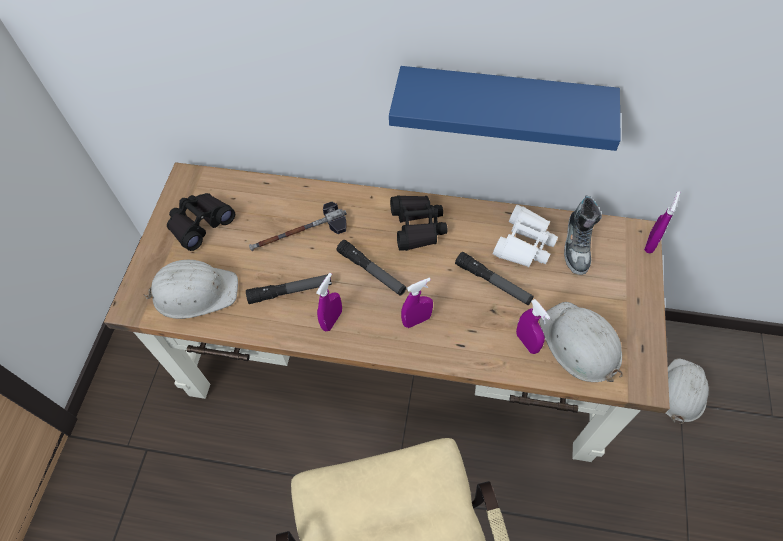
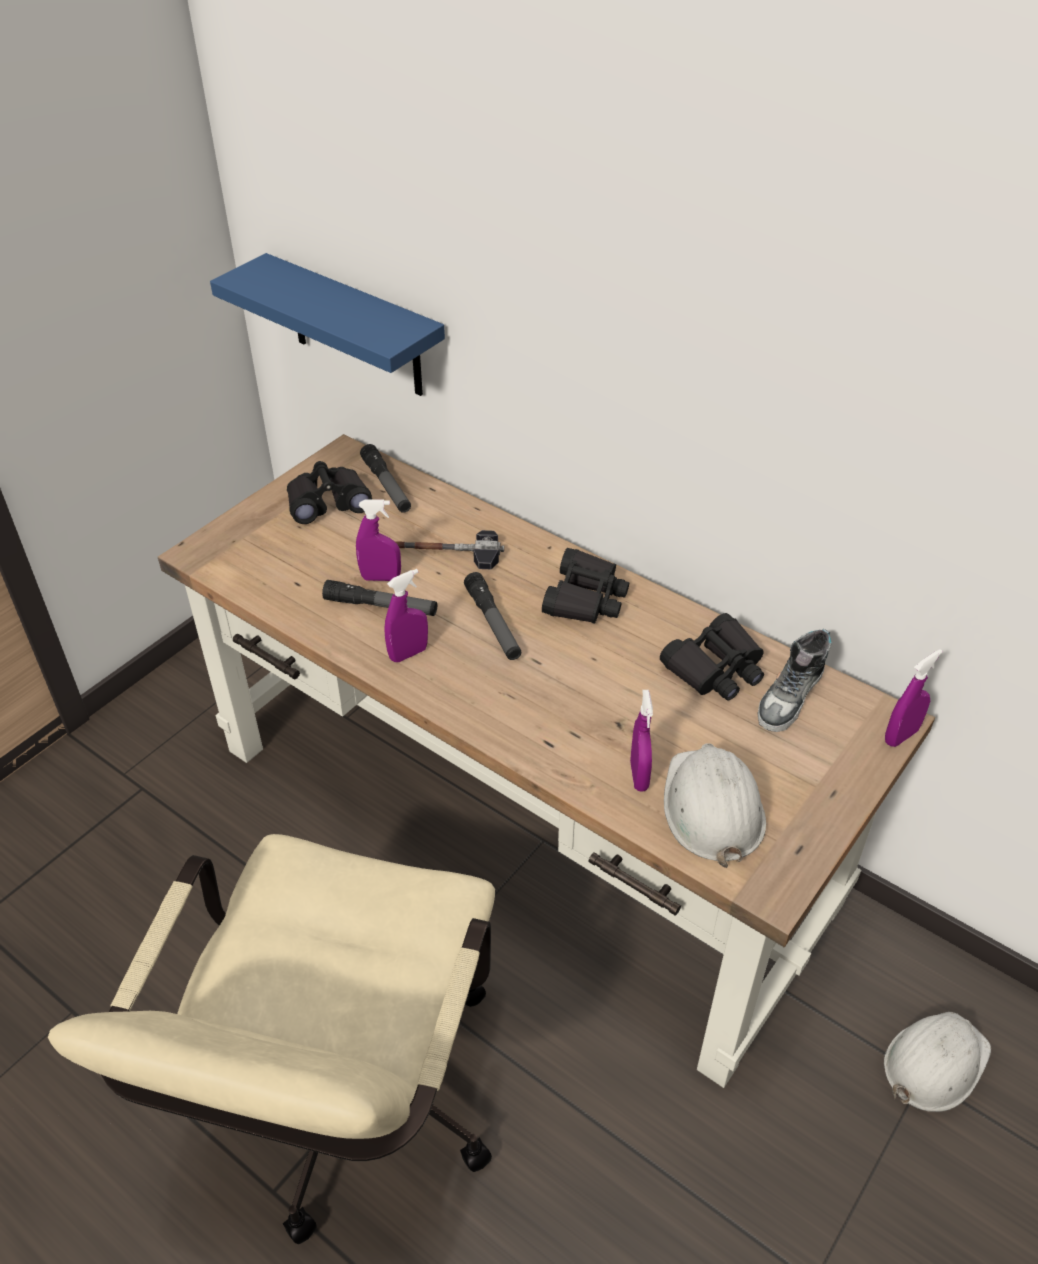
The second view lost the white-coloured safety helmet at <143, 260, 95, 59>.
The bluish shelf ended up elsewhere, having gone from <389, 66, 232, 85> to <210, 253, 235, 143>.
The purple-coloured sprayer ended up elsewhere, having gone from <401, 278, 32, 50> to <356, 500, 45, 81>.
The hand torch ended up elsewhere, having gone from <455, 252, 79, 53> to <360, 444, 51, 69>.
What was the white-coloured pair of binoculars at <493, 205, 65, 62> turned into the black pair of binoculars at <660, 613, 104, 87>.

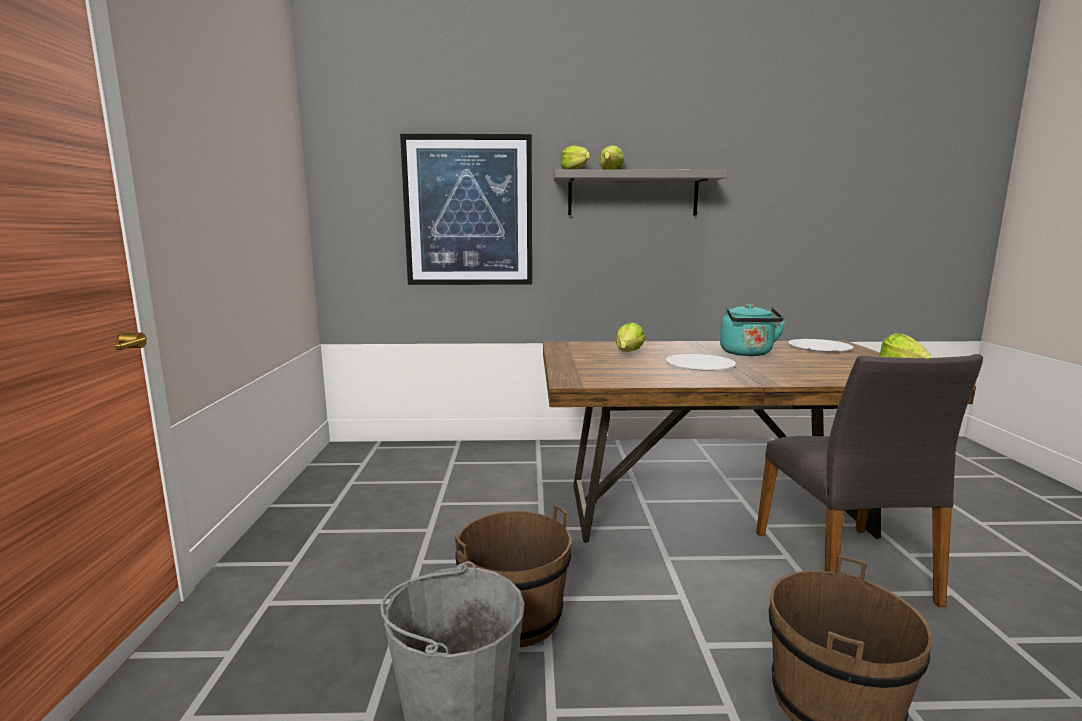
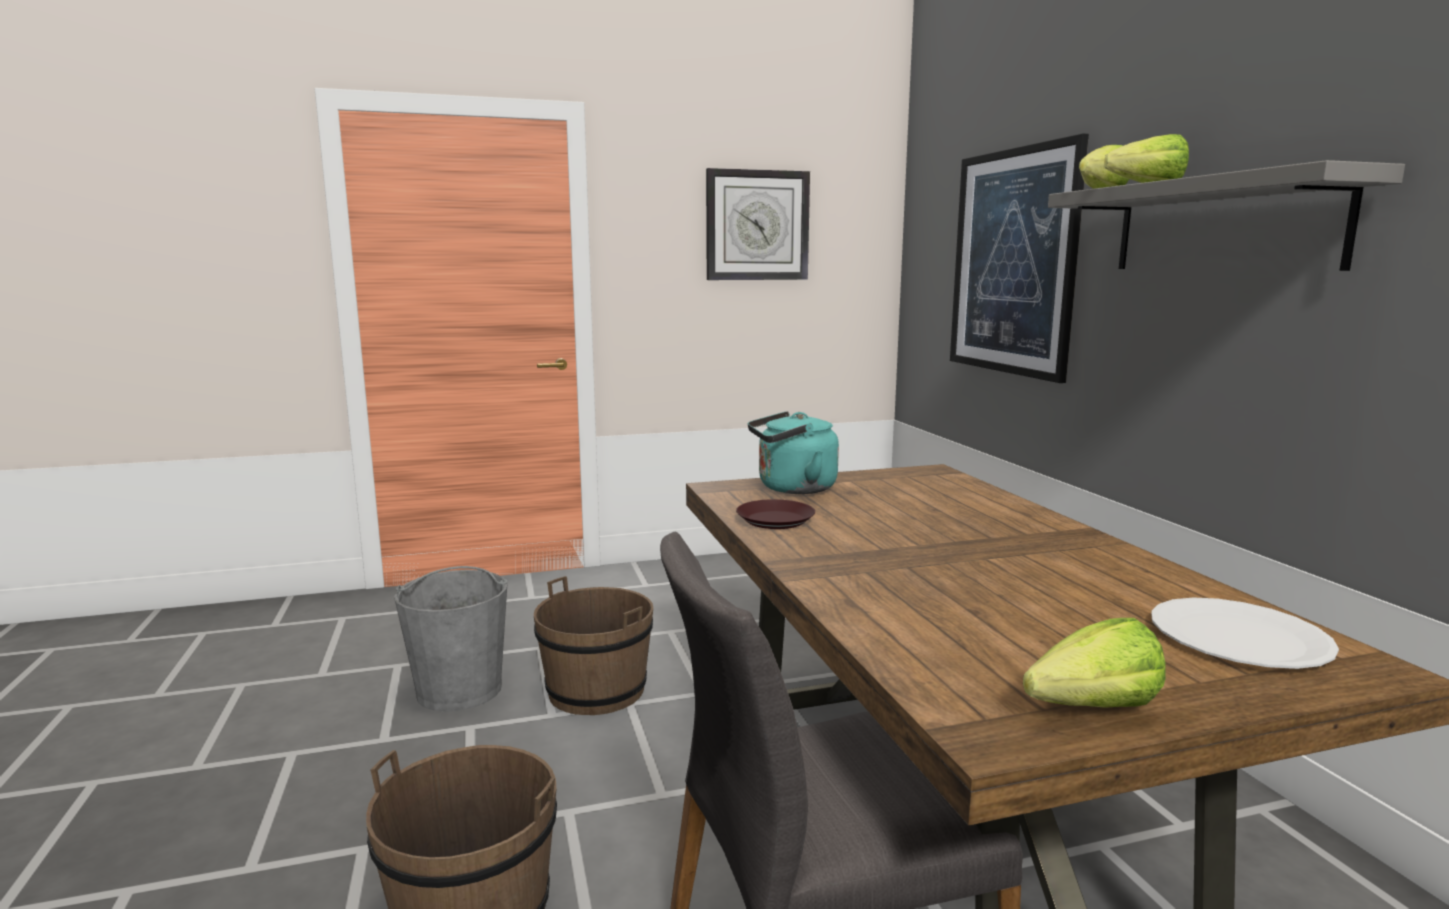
The second view lost the head of lettuce at <616, 322, 29, 30>.
The second view lost the white-coloured flat dish at <666, 354, 70, 17>.
The turquoise-coloured kettle ended up elsewhere, having gone from <720, 304, 65, 52> to <748, 411, 91, 83>.
The second view gained the clock on the wall at <706, 168, 104, 112>.
The second view gained the brownish flat dish at <736, 499, 79, 30>.

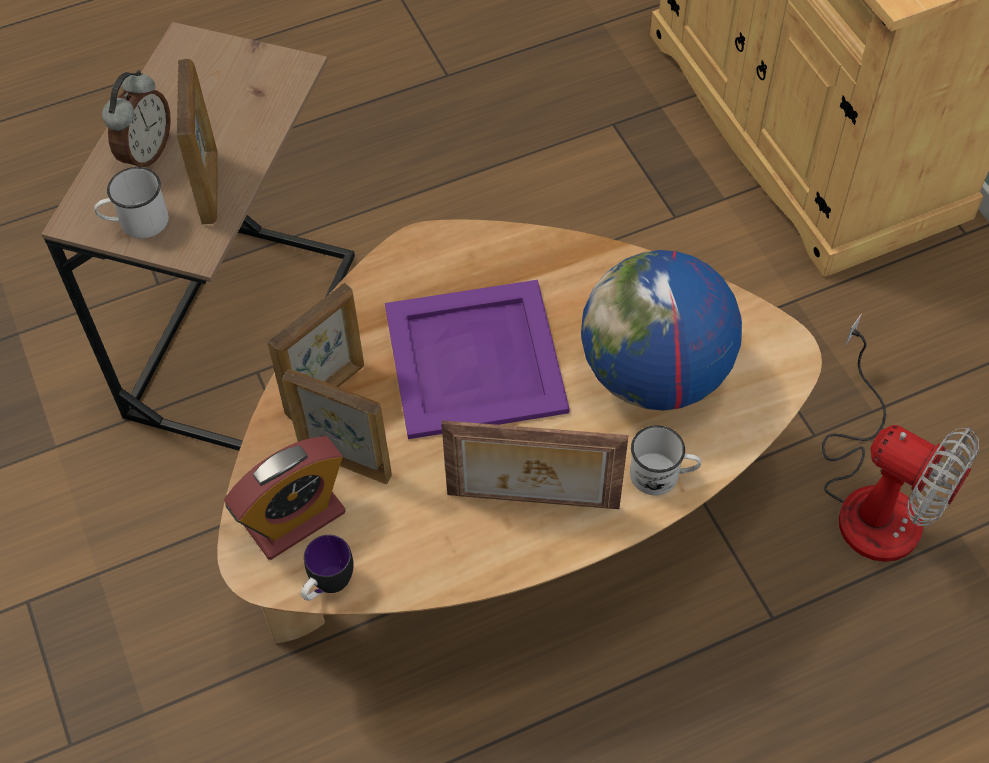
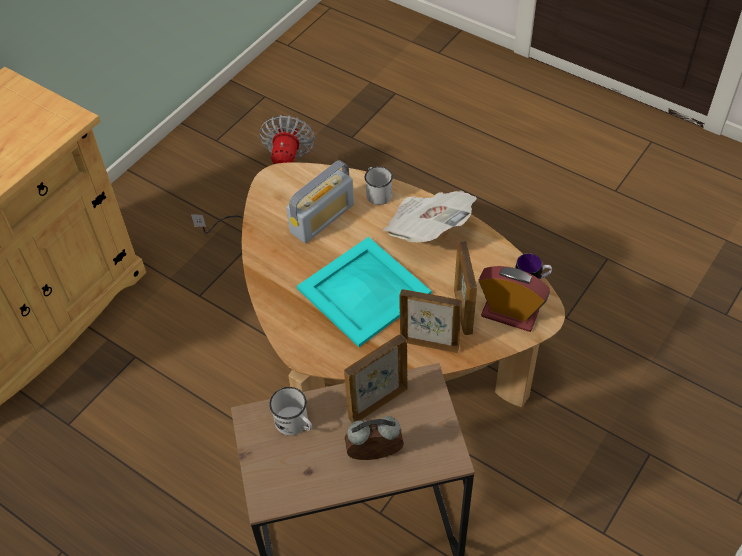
The white-coloured tea mug ended up elsewhere, having gone from <94, 167, 75, 72> to <269, 387, 44, 48>.
What was the purple-coloured serving tray at <385, 280, 185, 159> turned into the turquoise-coloured serving tray at <297, 237, 134, 110>.
Where the photo frame stood at <441, 420, 187, 89>, the daily paper came to stand at <382, 191, 95, 52>.
Where the world globe stood at <581, 250, 161, 161>, the radio came to stand at <286, 160, 68, 83>.

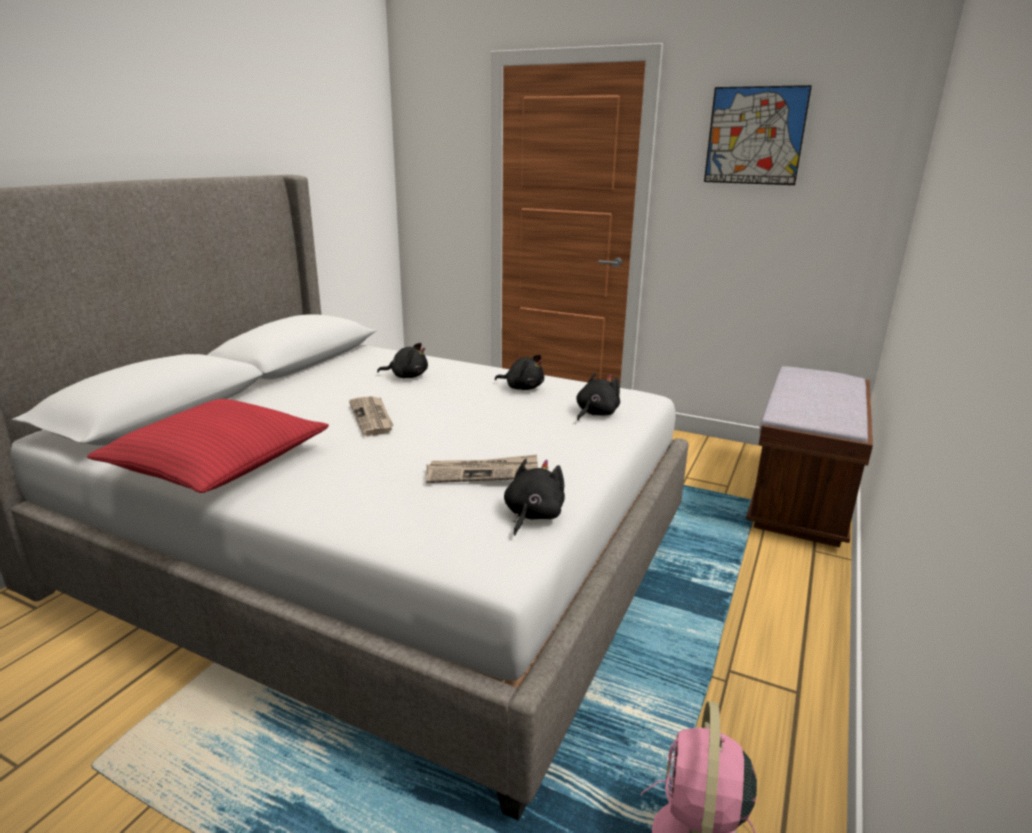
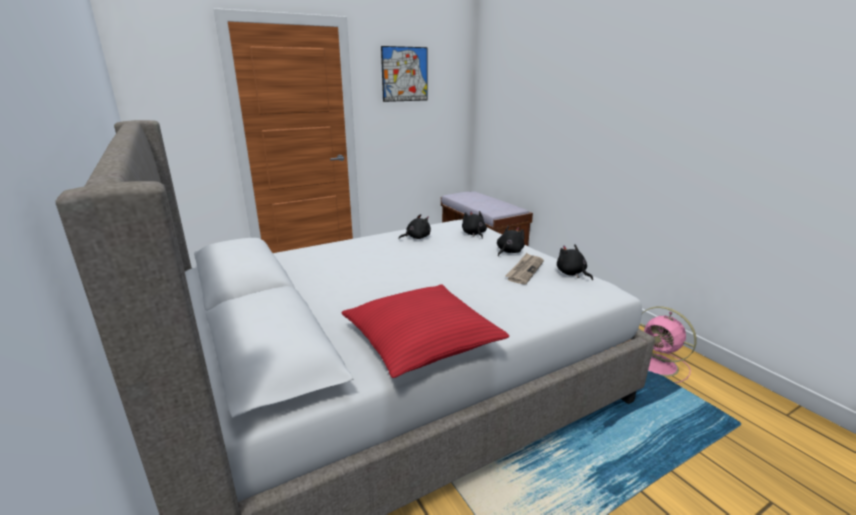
The second view lost the daily paper at <349, 396, 44, 40>.
The black plush toy ended up elsewhere, having gone from <377, 343, 51, 35> to <497, 226, 28, 30>.

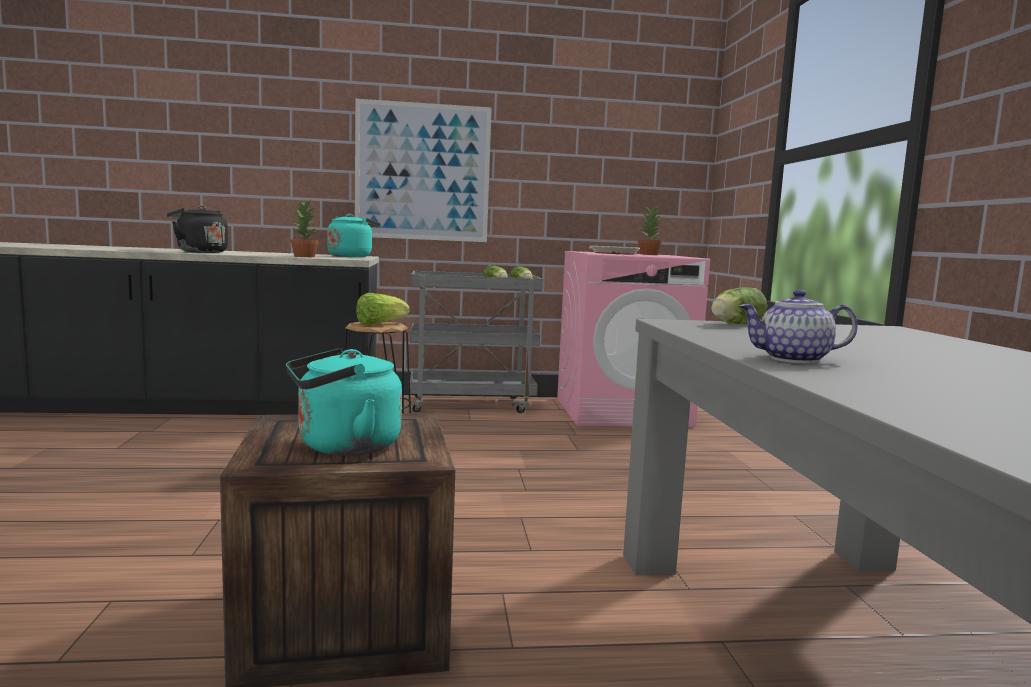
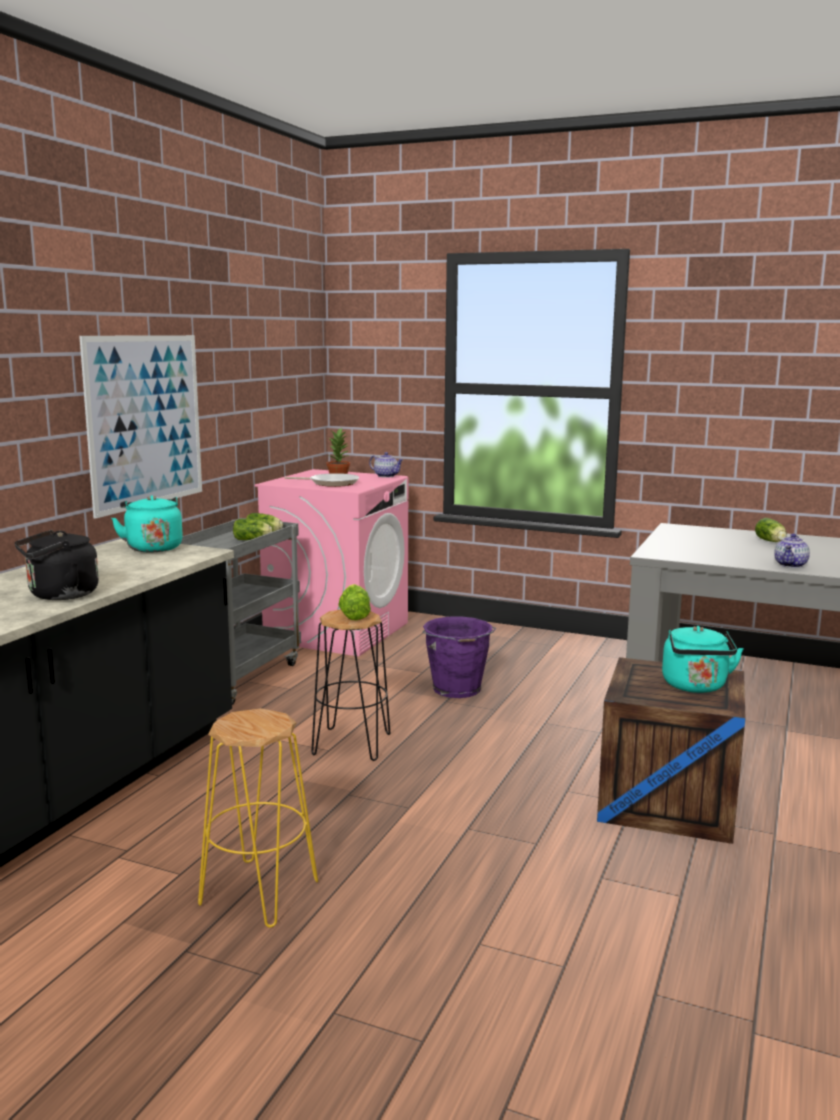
The second view lost the plant in a pot at <290, 200, 29, 57>.
The head of lettuce ended up elsewhere, having gone from <711, 287, 56, 37> to <755, 518, 32, 24>.
The second view gained the yellow-coloured stool seat at <198, 708, 120, 220>.
The second view gained the pot for tea at <369, 452, 34, 26>.
The second view gained the purple-coloured bucket at <422, 616, 74, 82>.

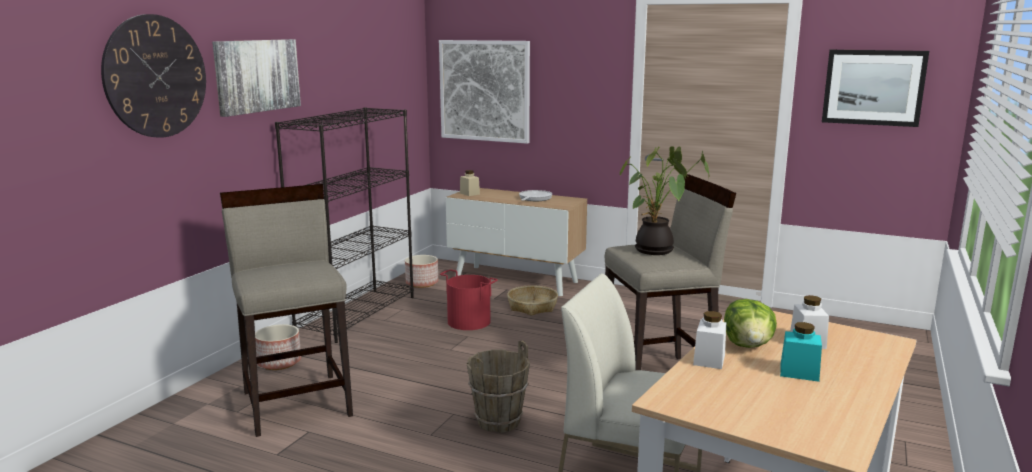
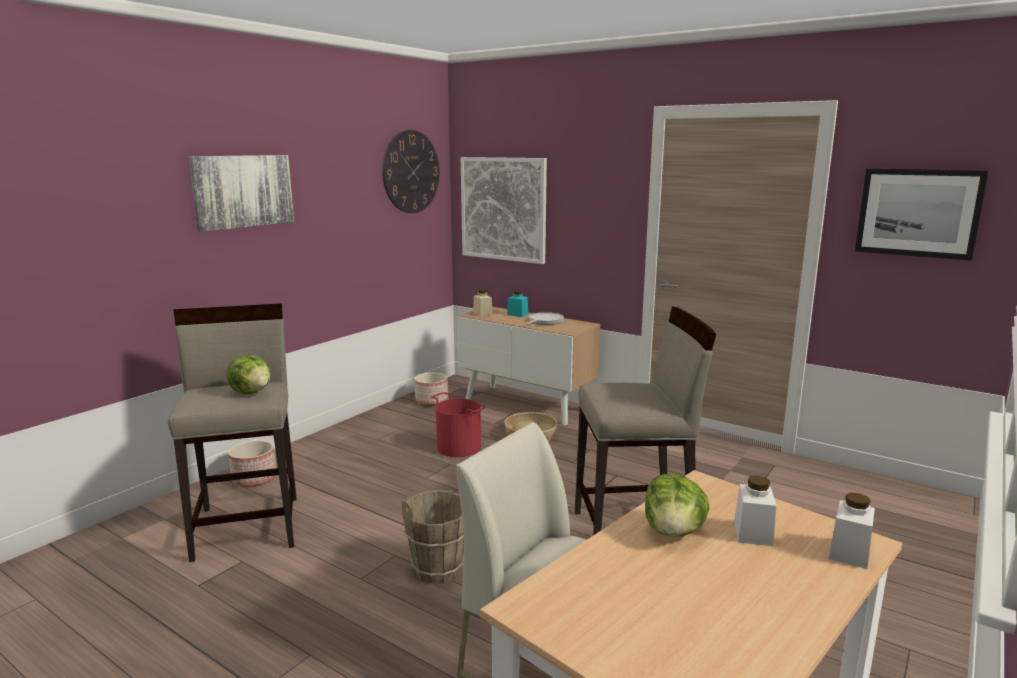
The clock on the wall ended up elsewhere, having gone from <101, 14, 105, 124> to <382, 130, 57, 83>.
The second view lost the black shelving unit at <275, 107, 139, 236>.
The second view lost the plant in a pot at <620, 146, 89, 109>.
The white-coloured preserve jar ended up elsewhere, having gone from <693, 311, 33, 58> to <829, 493, 46, 76>.
The turquoise-coloured preserve jar ended up elsewhere, having gone from <780, 322, 42, 60> to <507, 290, 21, 27>.
The second view gained the head of lettuce at <227, 355, 44, 39>.

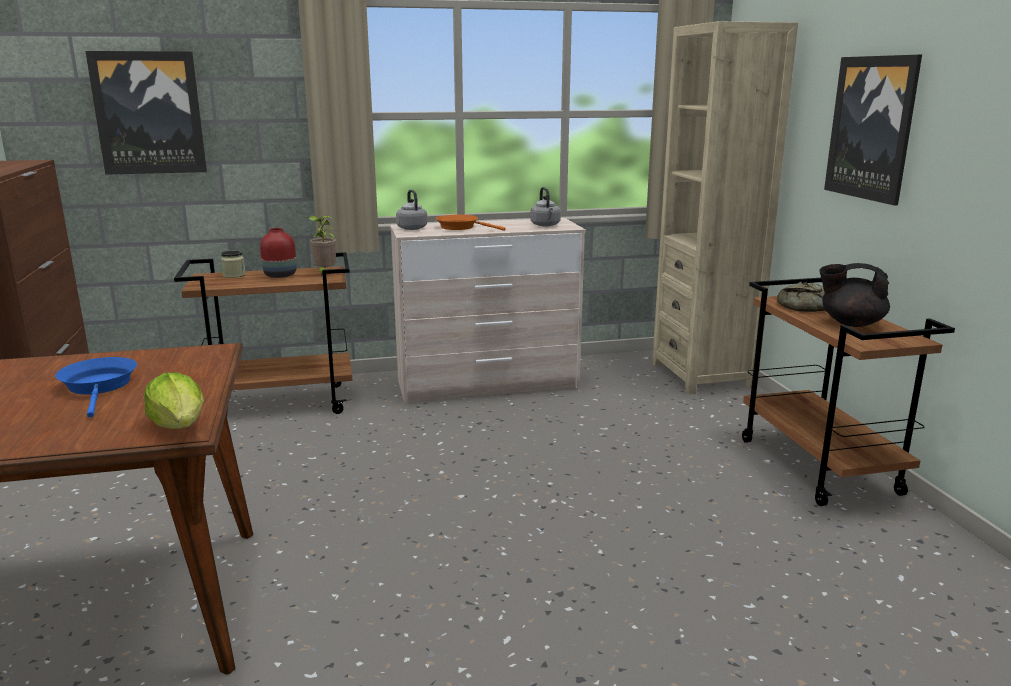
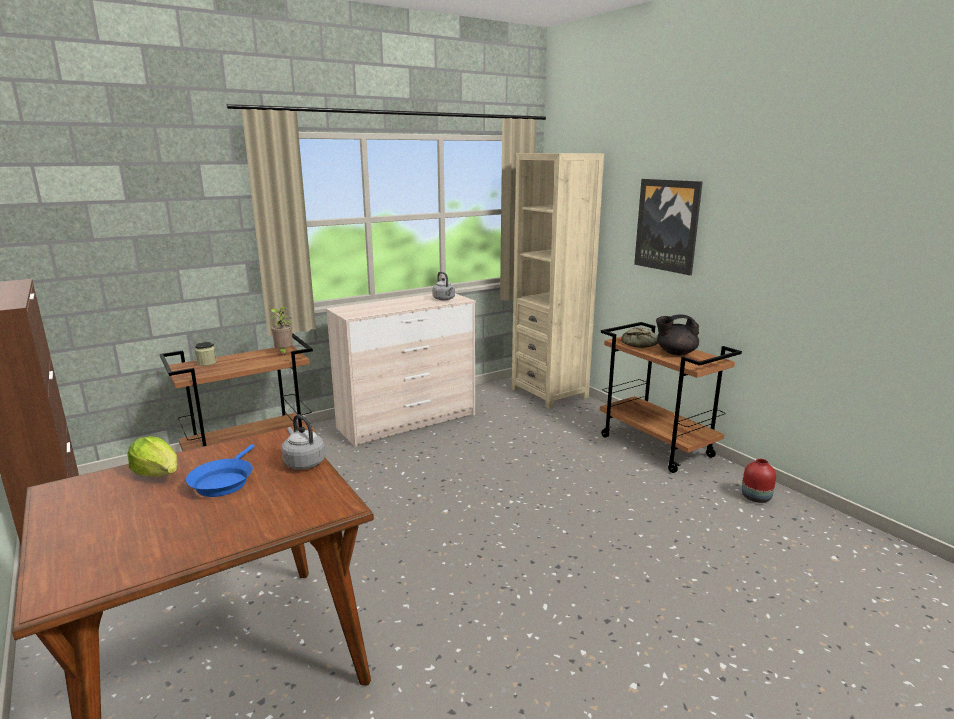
The bluish frying pan at <55, 357, 82, 61> ended up facing another way, 135 degrees counterclockwise from before.
The second view lost the wall art at <85, 51, 122, 124>.
The head of lettuce ended up elsewhere, having gone from <144, 373, 60, 56> to <128, 436, 49, 41>.
The red-coloured vase ended up elsewhere, having gone from <260, 228, 37, 50> to <742, 459, 34, 44>.
The greyish kettle ended up elsewhere, having gone from <396, 190, 31, 40> to <281, 414, 44, 56>.
The second view lost the orange frying pan at <436, 214, 70, 17>.

